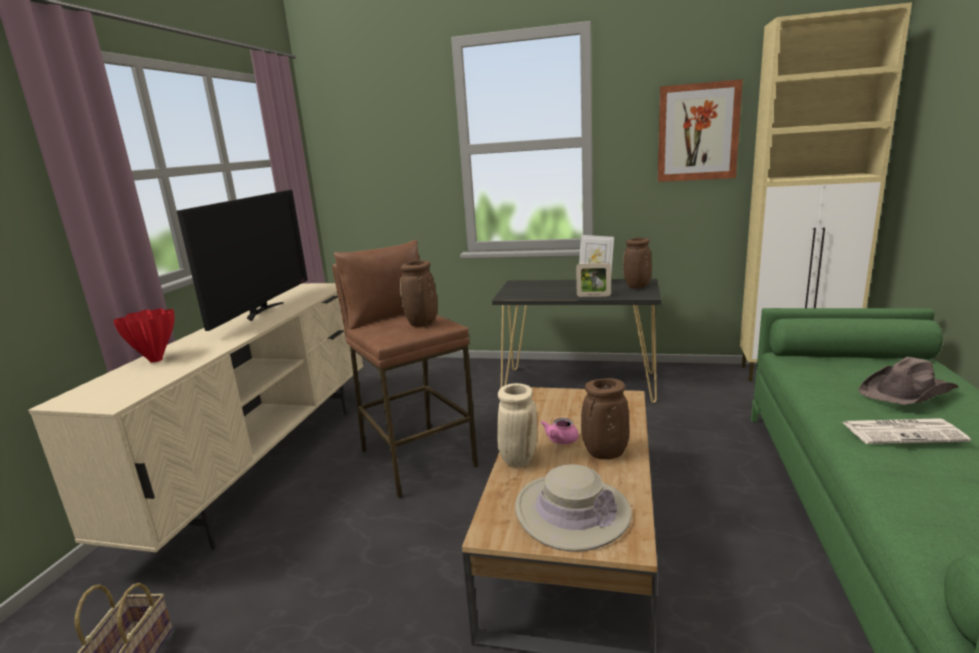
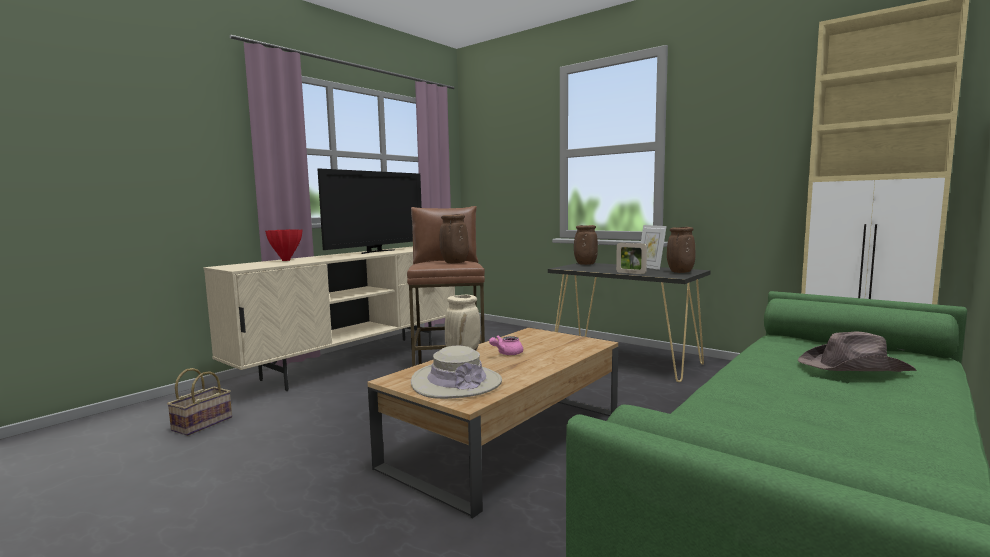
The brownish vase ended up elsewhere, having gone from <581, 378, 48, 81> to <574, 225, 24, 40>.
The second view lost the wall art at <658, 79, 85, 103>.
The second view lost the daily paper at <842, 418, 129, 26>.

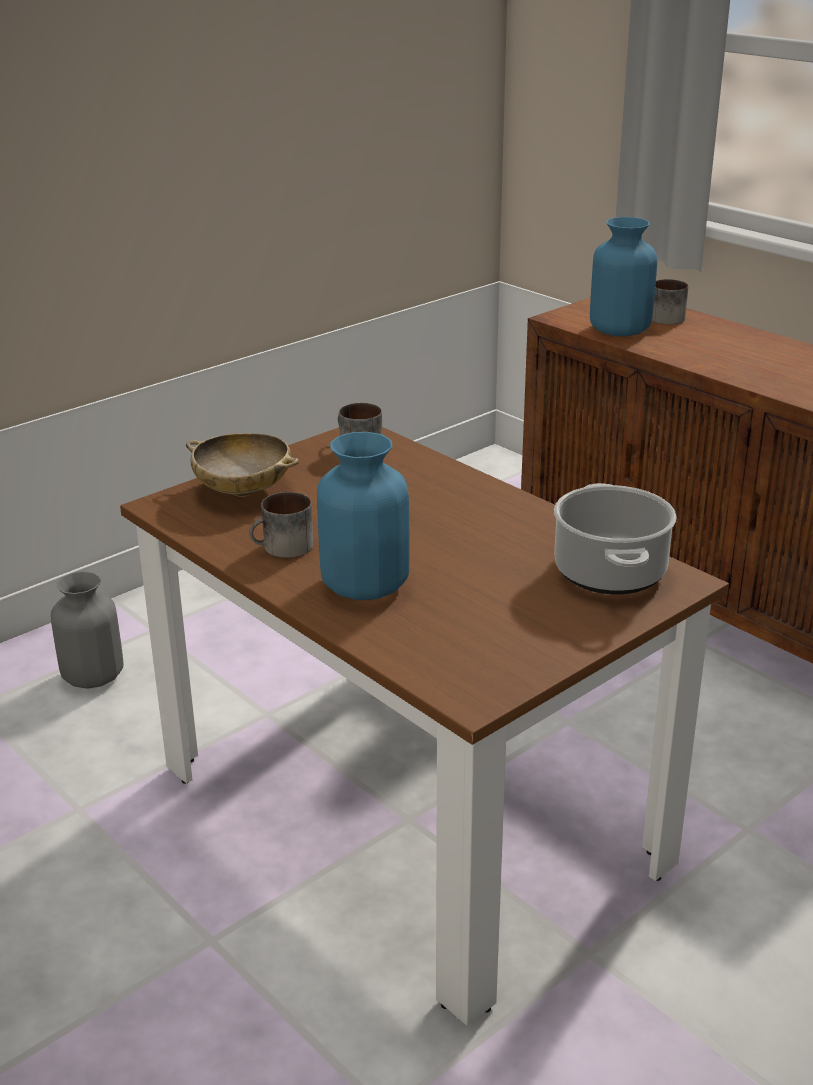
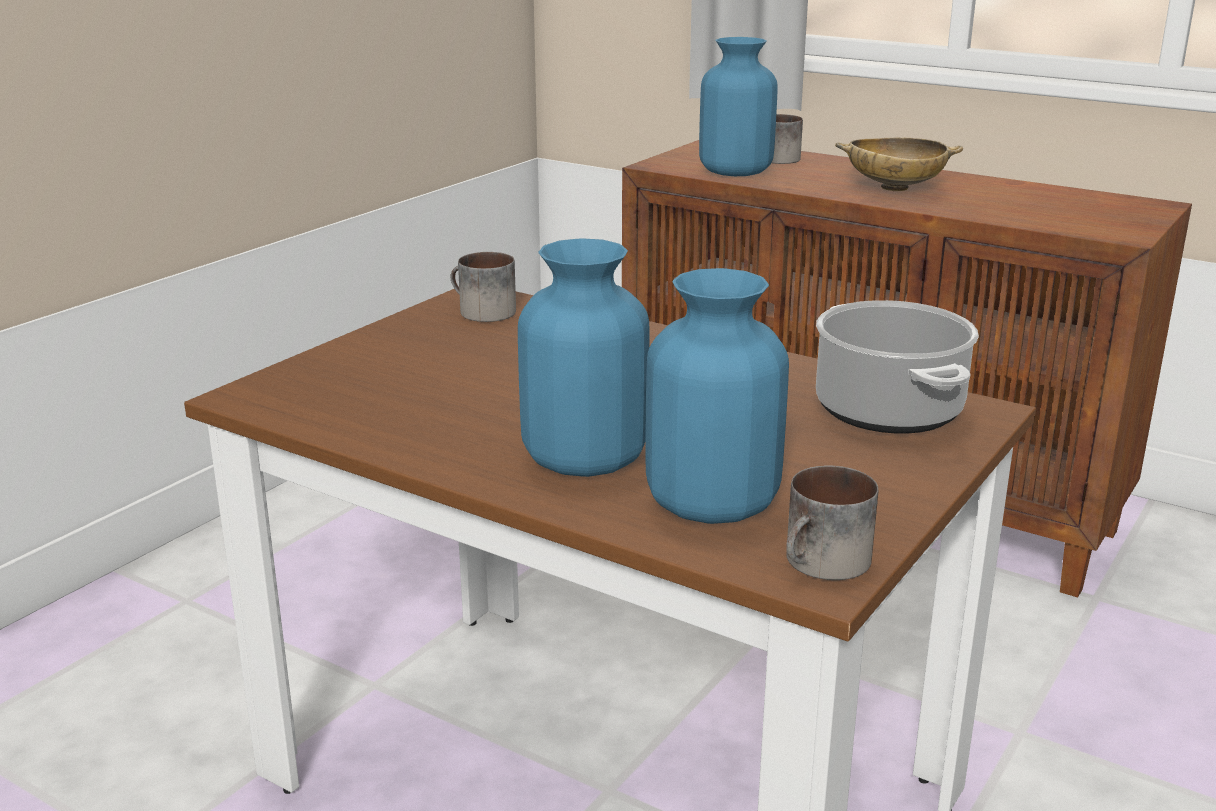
The second view lost the greyish vase at <51, 571, 72, 117>.
The sand-coloured deep dish ended up elsewhere, having gone from <186, 433, 113, 64> to <835, 138, 128, 53>.
The tea mug ended up elsewhere, having gone from <249, 492, 64, 66> to <786, 466, 92, 114>.
The second view gained the bluish vase at <645, 268, 144, 256>.

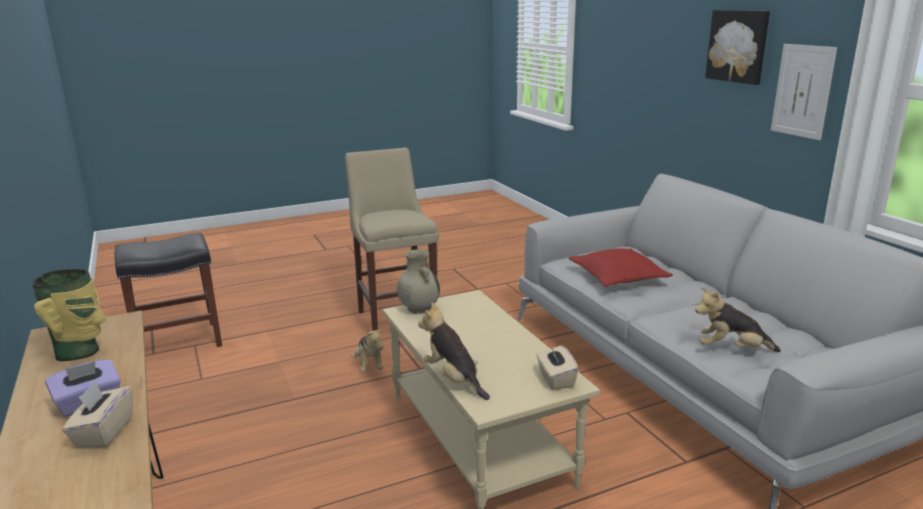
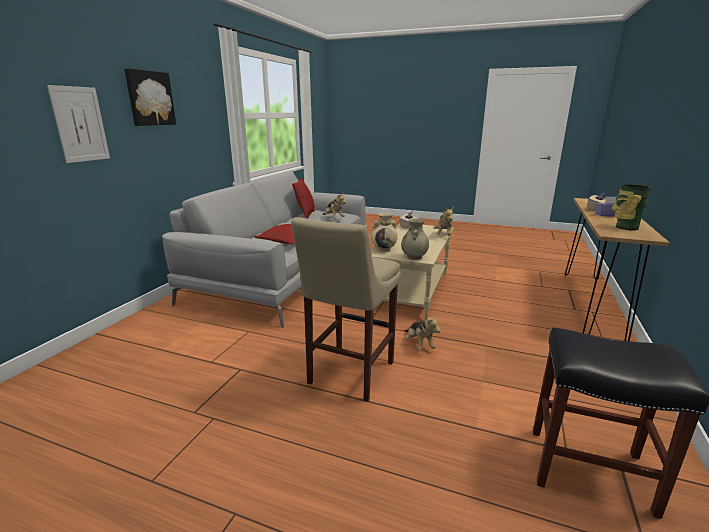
The plush toy at <351, 325, 32, 47> ended up facing another way, 135 degrees clockwise from before.
The wall art ended up elsewhere, having gone from <771, 44, 66, 96> to <47, 85, 63, 78>.
The second view gained the red-coloured pillow at <292, 177, 23, 42>.
The second view gained the sand-coloured vase at <371, 213, 26, 39>.

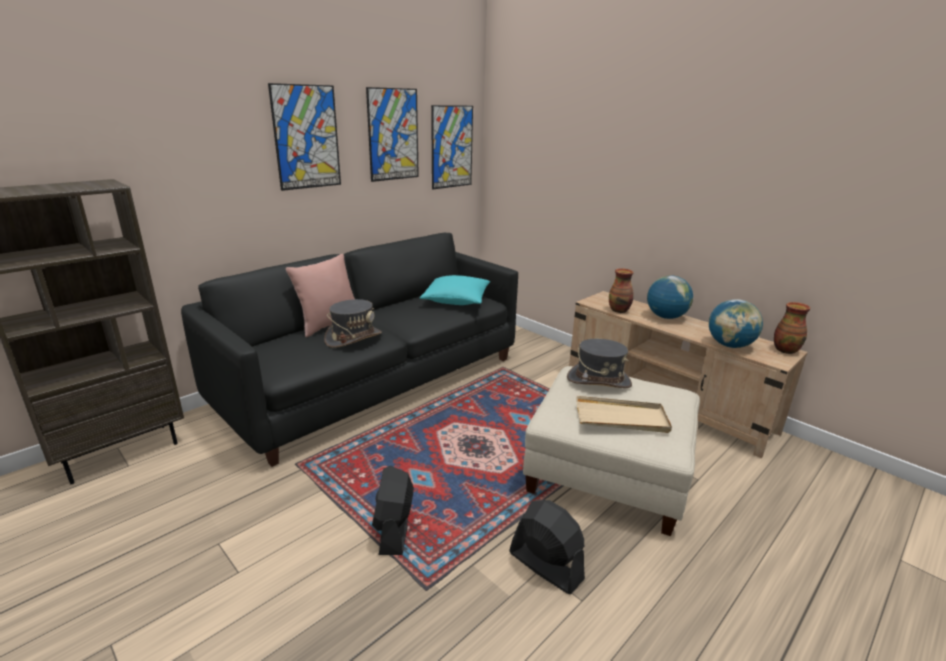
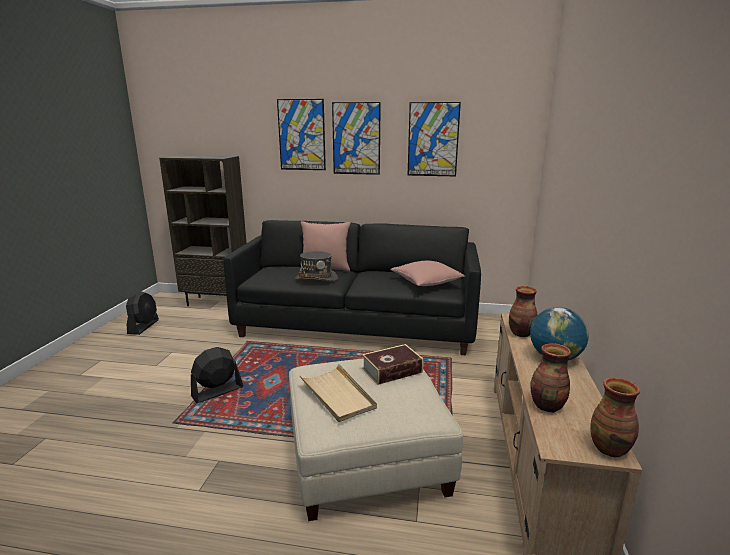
What was the turquoise-coloured pillow at <420, 275, 70, 30> turned into the pinkish pillow at <390, 261, 75, 25>.
The wall art ended up elsewhere, having gone from <431, 105, 42, 84> to <277, 99, 49, 71>.
The black fan ended up elsewhere, having gone from <509, 500, 76, 94> to <126, 292, 33, 43>.
Where the greyish wearable hat stood at <567, 339, 65, 49>, the book came to stand at <362, 344, 61, 41>.
Where the world globe stood at <709, 299, 54, 49>, the vase came to stand at <530, 343, 41, 70>.

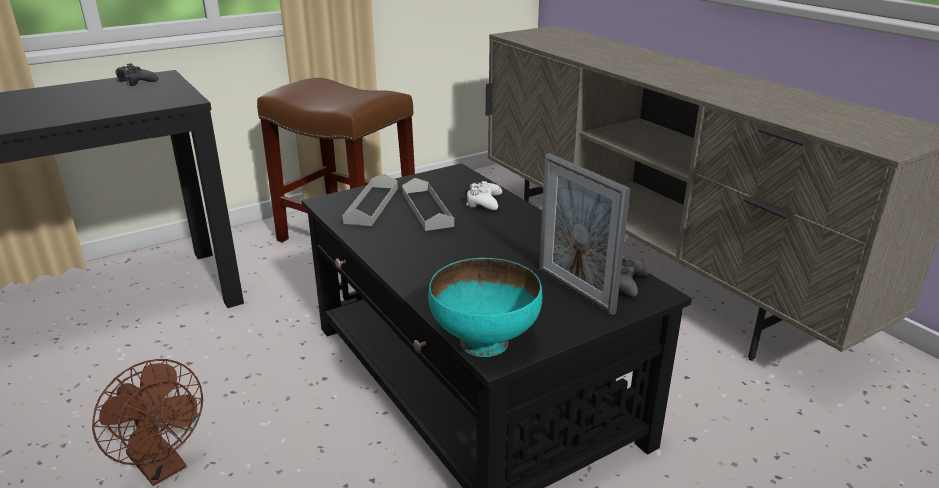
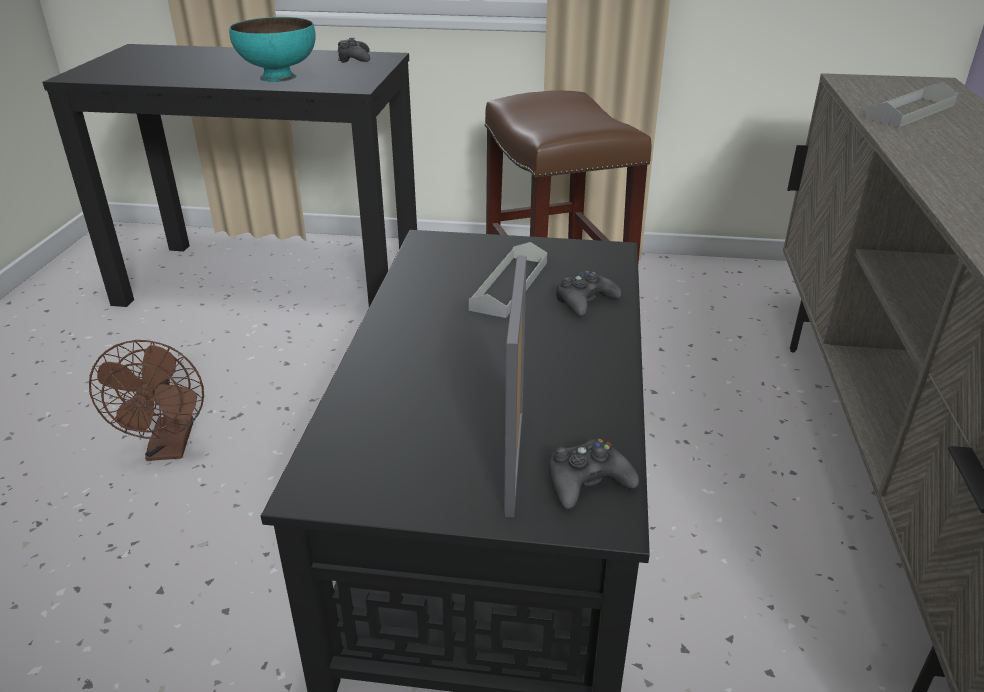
The greyish serving tray ended up elsewhere, having gone from <342, 174, 56, 52> to <865, 82, 93, 45>.
The turquoise-coloured deep dish ended up elsewhere, having gone from <428, 258, 114, 99> to <229, 17, 87, 65>.
What was the white-coloured game controller at <466, 181, 36, 29> turned into the black game controller at <556, 270, 65, 46>.

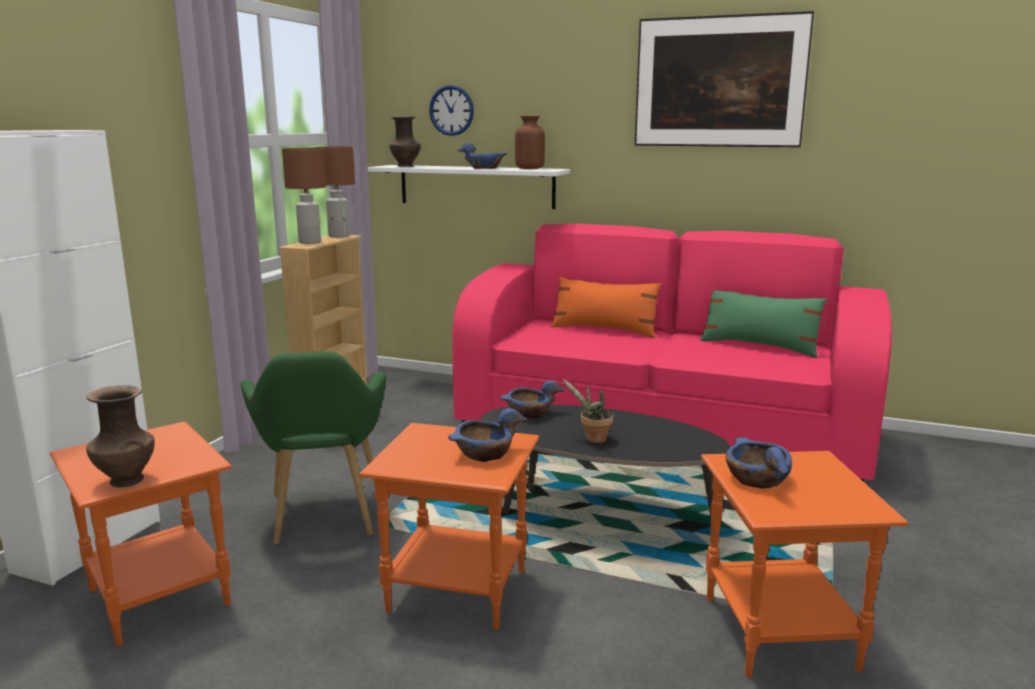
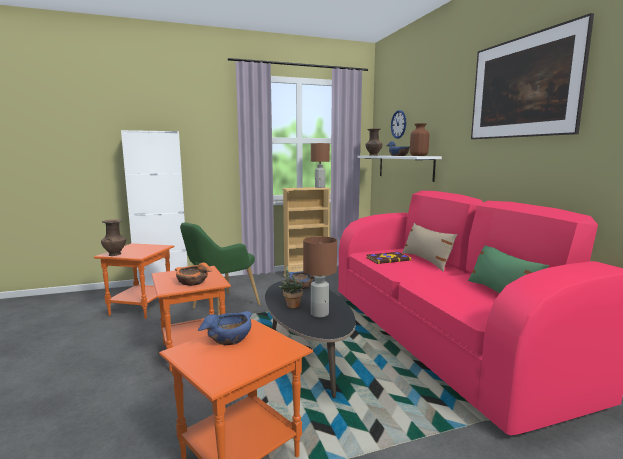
The brownish tabletop lamp ended up elsewhere, having gone from <282, 148, 44, 96> to <303, 236, 34, 81>.
What was the bluish deep dish at <448, 408, 79, 54> turned into the orange deep dish at <174, 263, 39, 23>.
What was the orange pillow at <551, 276, 110, 62> turned into the sand-coloured pillow at <402, 223, 55, 49>.
The second view gained the book at <366, 252, 45, 12>.

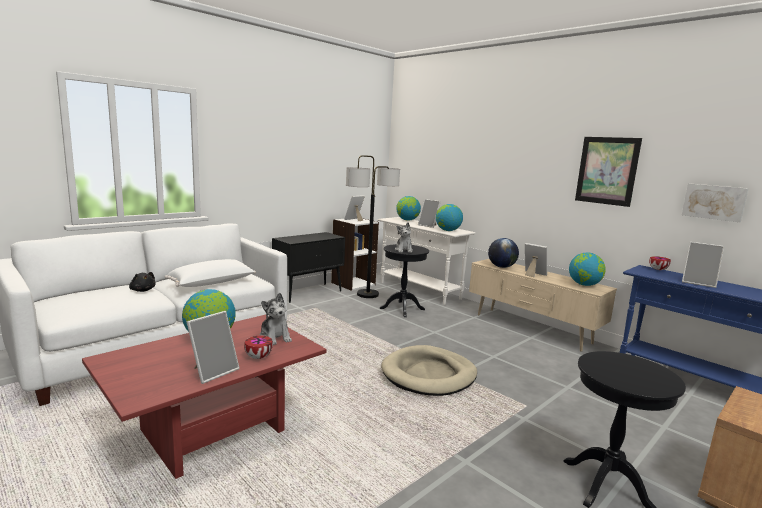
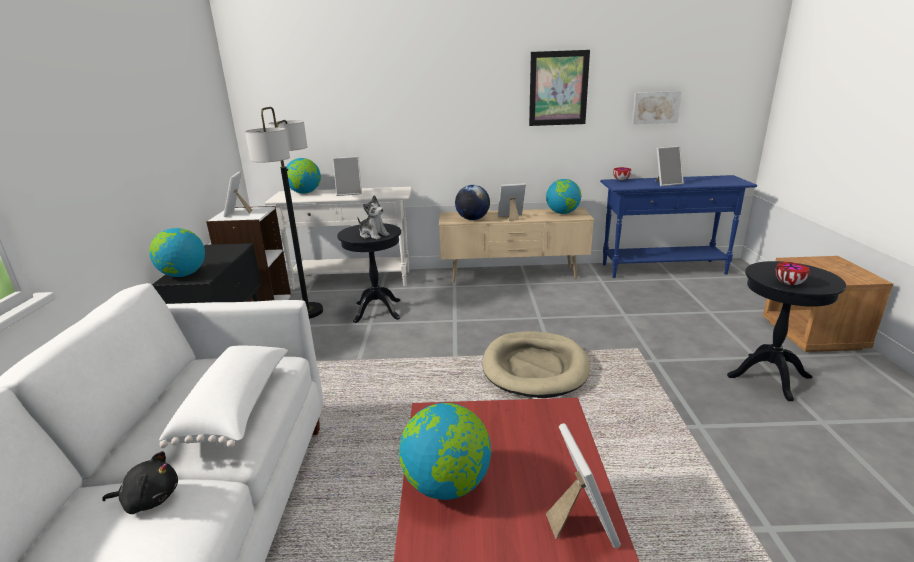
The deep dish ended up elsewhere, having gone from <244, 336, 29, 23> to <775, 262, 35, 23>.
The second view lost the plush toy at <259, 292, 33, 53>.
The world globe ended up elsewhere, having gone from <436, 204, 27, 27> to <149, 228, 56, 49>.

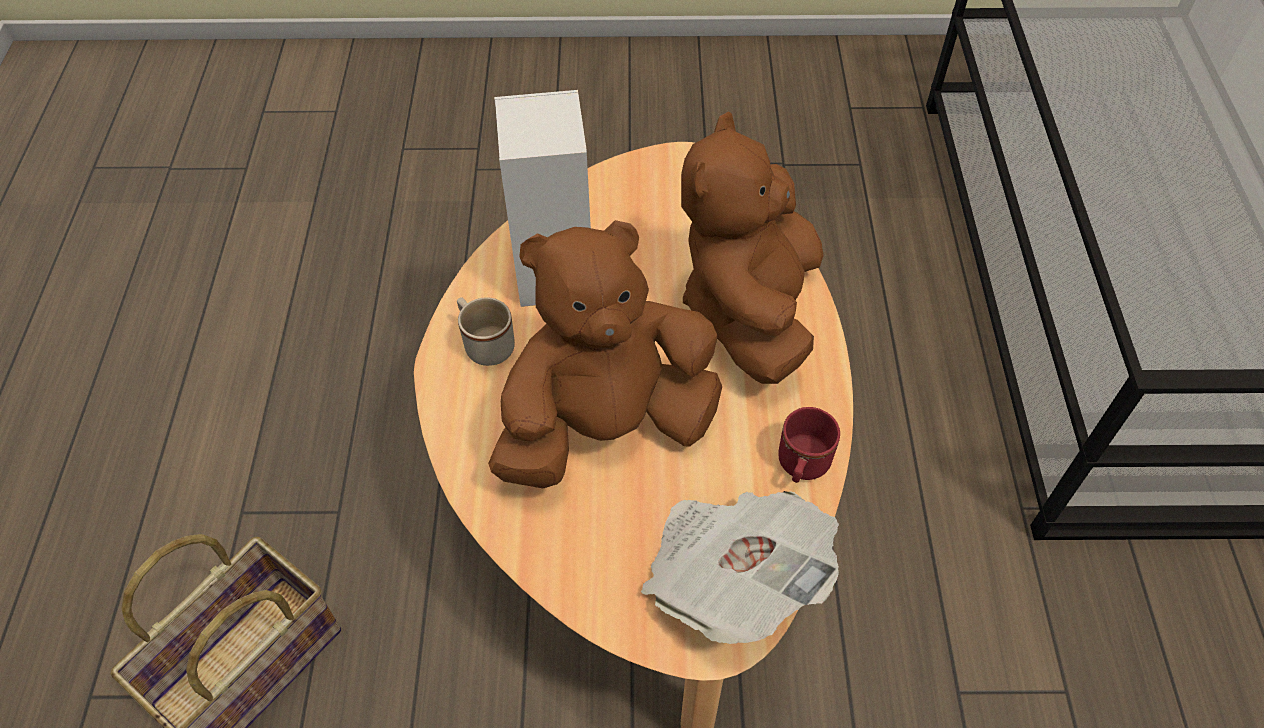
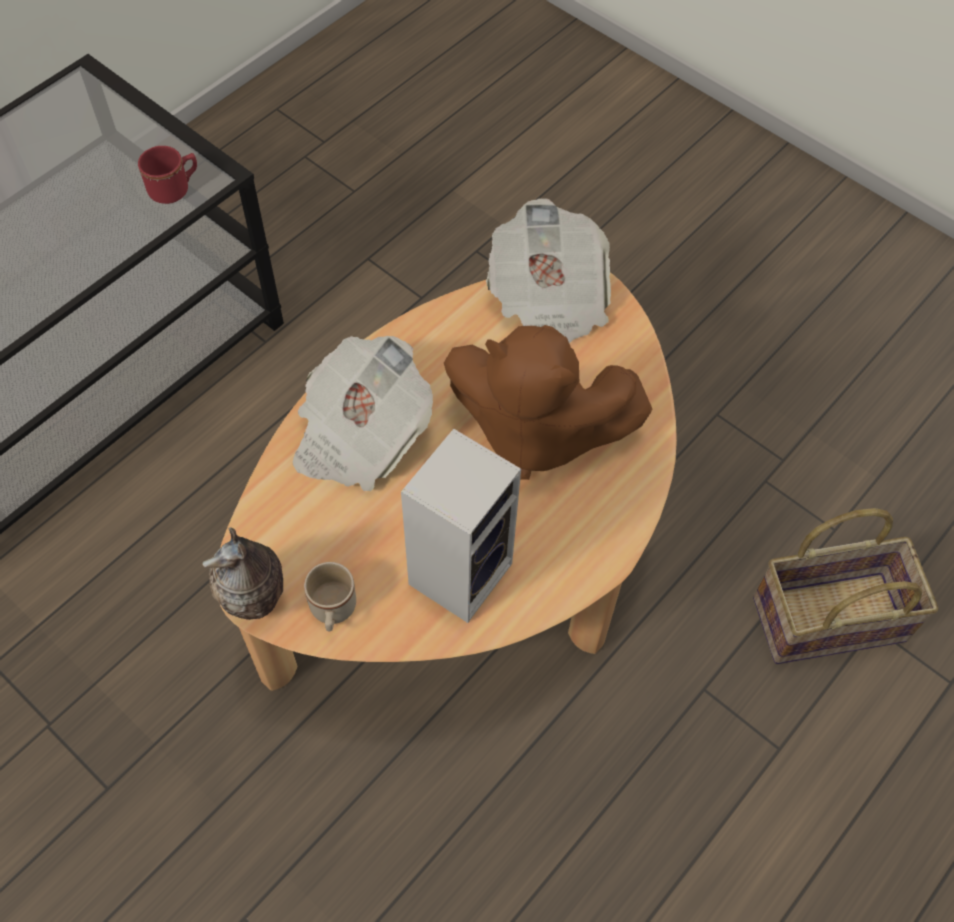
The sand-coloured tea mug ended up elsewhere, having gone from <457, 297, 58, 69> to <304, 562, 52, 69>.
Where the brownish plush toy stood at <681, 111, 143, 273>, the daily paper came to stand at <292, 336, 141, 155>.
The red-coloured tea mug ended up elsewhere, having gone from <778, 407, 62, 76> to <138, 146, 59, 58>.
The second view gained the vase at <202, 527, 81, 93>.

